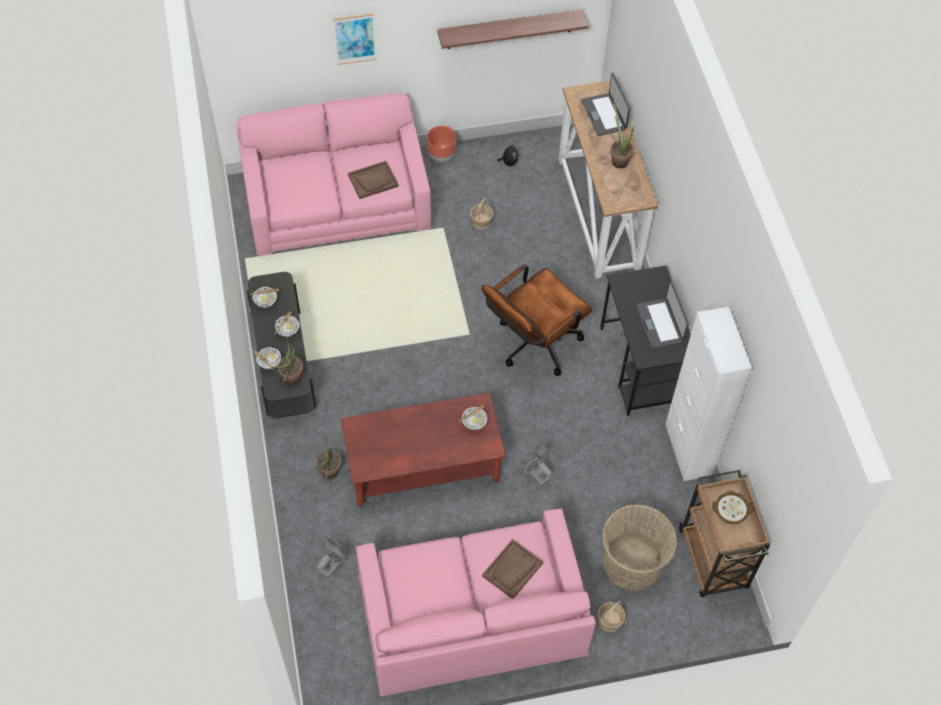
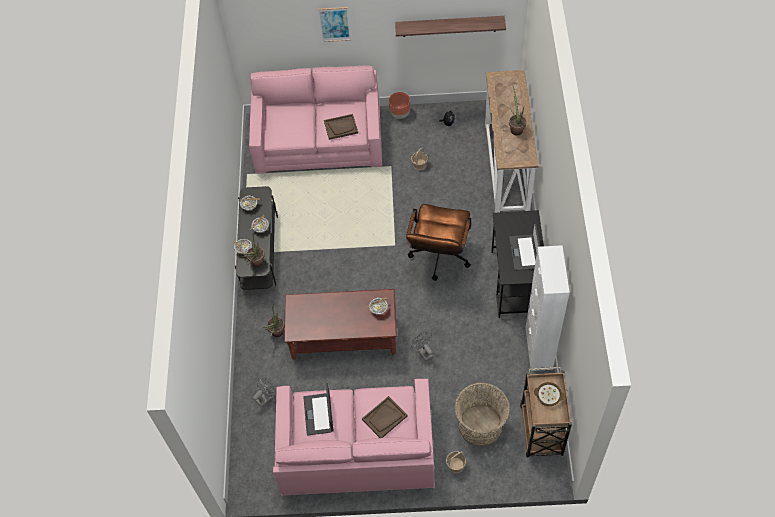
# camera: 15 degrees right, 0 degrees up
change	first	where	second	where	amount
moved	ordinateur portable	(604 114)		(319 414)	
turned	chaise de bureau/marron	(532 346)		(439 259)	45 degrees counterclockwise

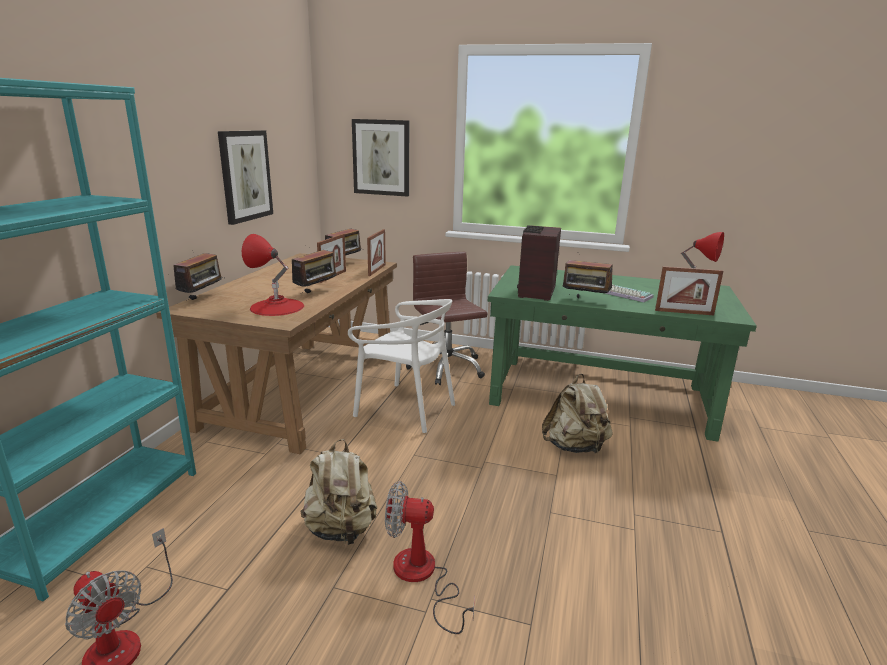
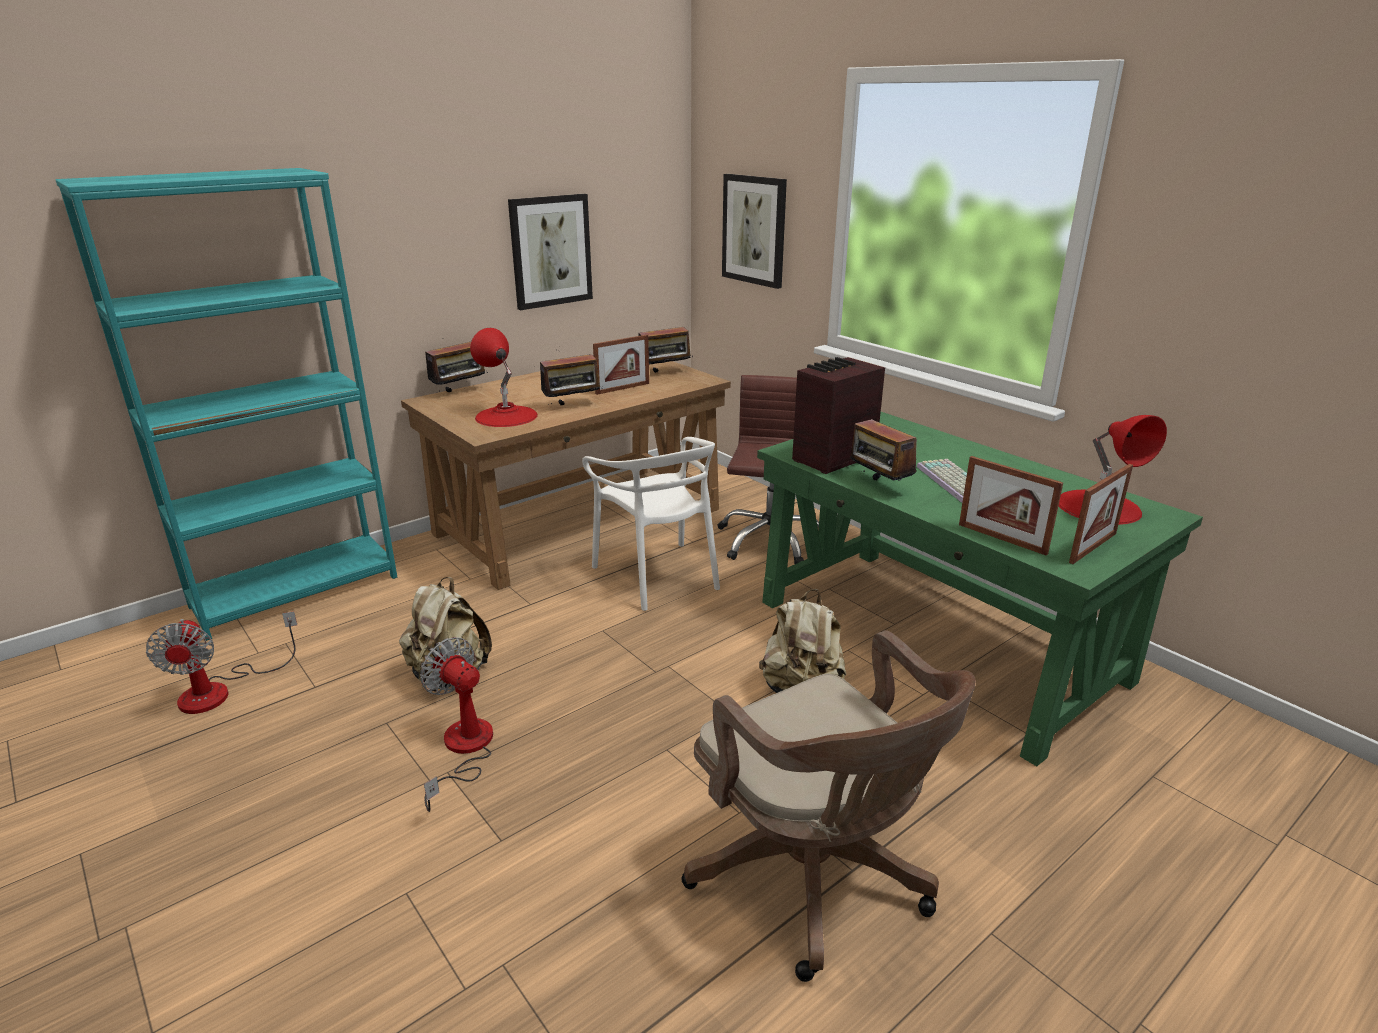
# camera: 35 degrees right, 5 degrees up
change	first	where	second	where	amount
added			chaise de bureau/marron	(815 878)	
moved	cadre photo	(377 270)		(1093 548)	

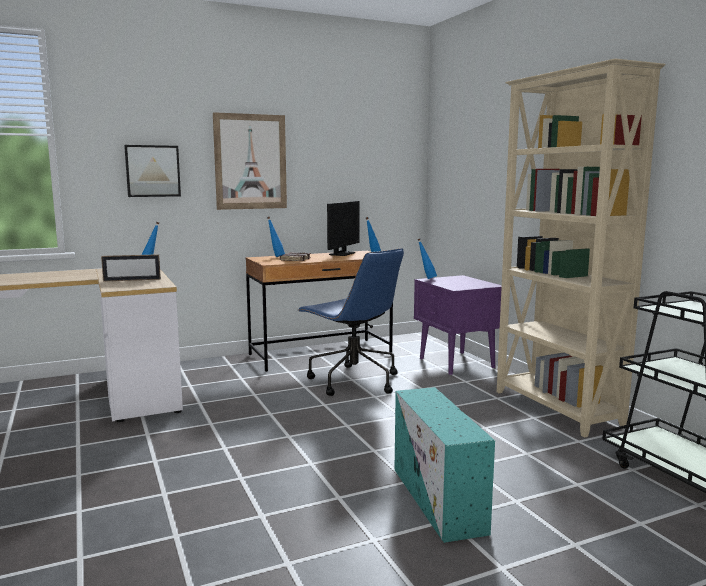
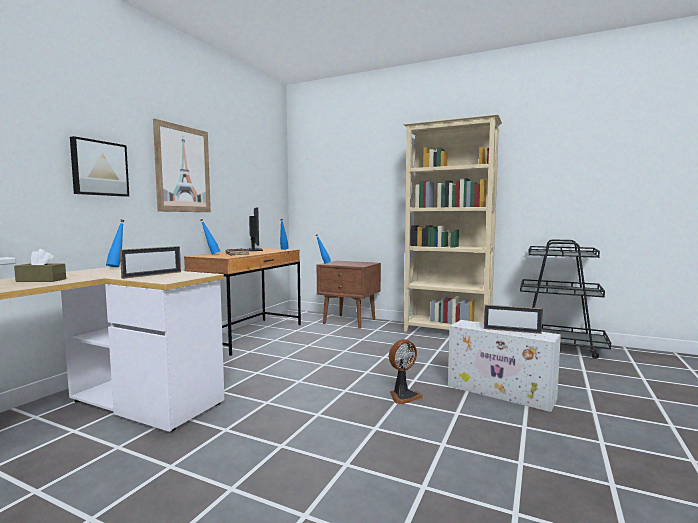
# camera: 40 degrees left, 5 degrees down
change	first	where	second	where	amount
removed	chaise de bureau/bleu	(352 381)			
added			boîte à mouchoirs/marron	(41 280)	
added			ventilateur	(403 396)	
added			cadre photo	(511 331)	
recoloured	boîte de rangement/turquoise	(438 500)	boîte de rangement/blanc	(502 393)	
recoloured	table de chevet/violet	(456 363)	table de chevet/marron	(350 321)	

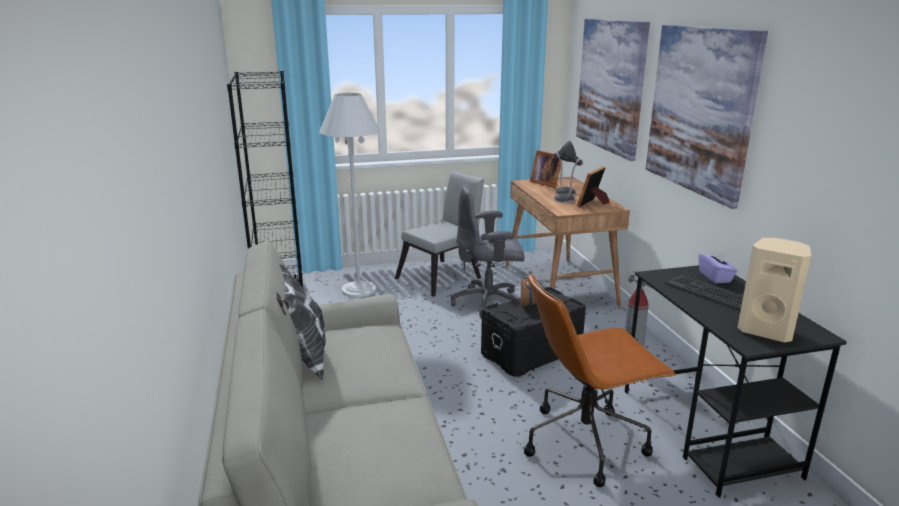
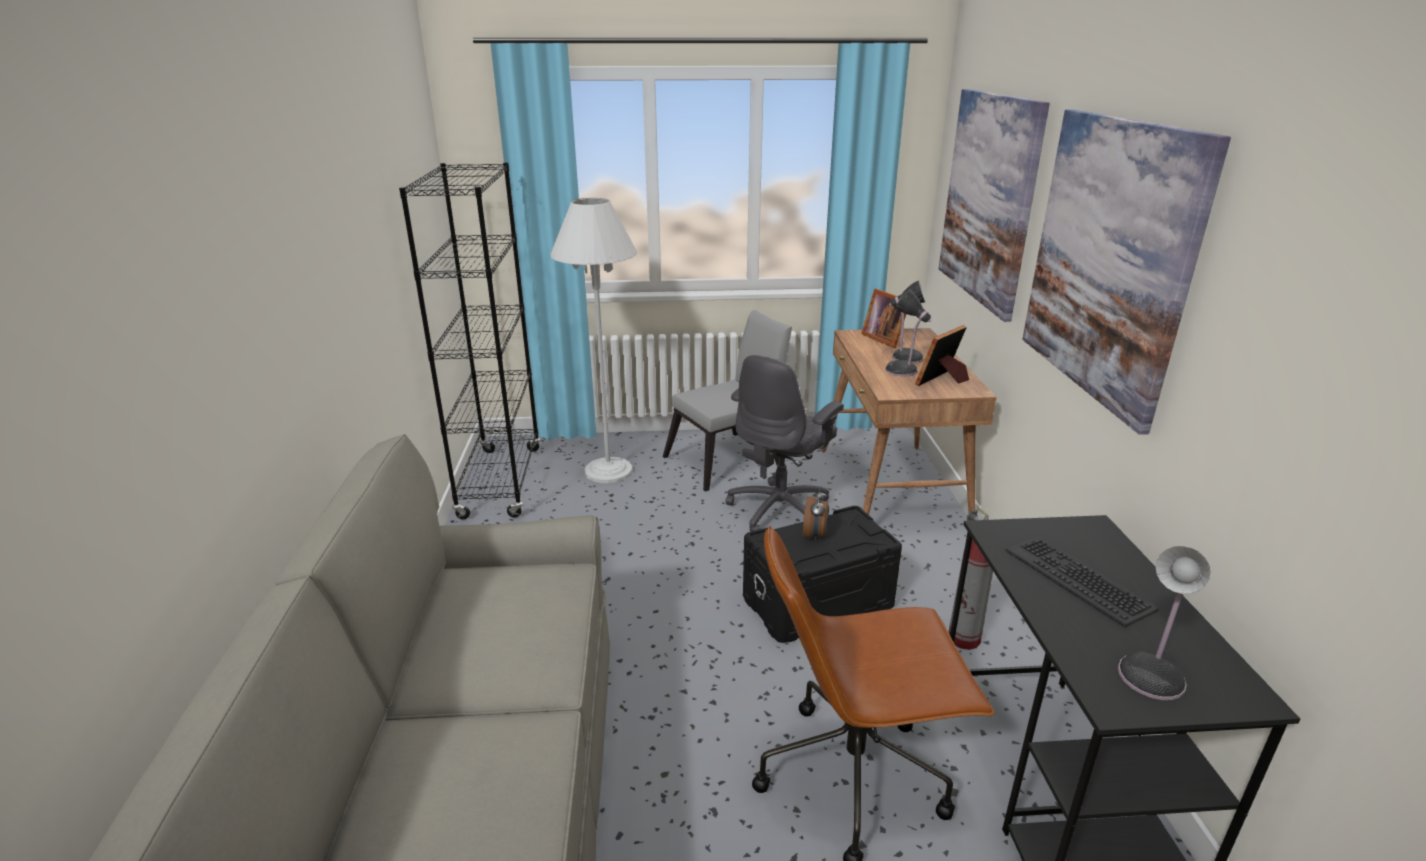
# camera: 10 degrees right, 5 degrees up
change	first	where	second	where	amount
removed	coussin	(303 360)			
removed	boîte à mouchoirs/violet	(715 277)			
replaced	enceinte/beige	(766 330)	lampe de table	(1153 675)	
turned	chaise de bureau/gris	(489 303)		(780 510)	60 degrees counterclockwise

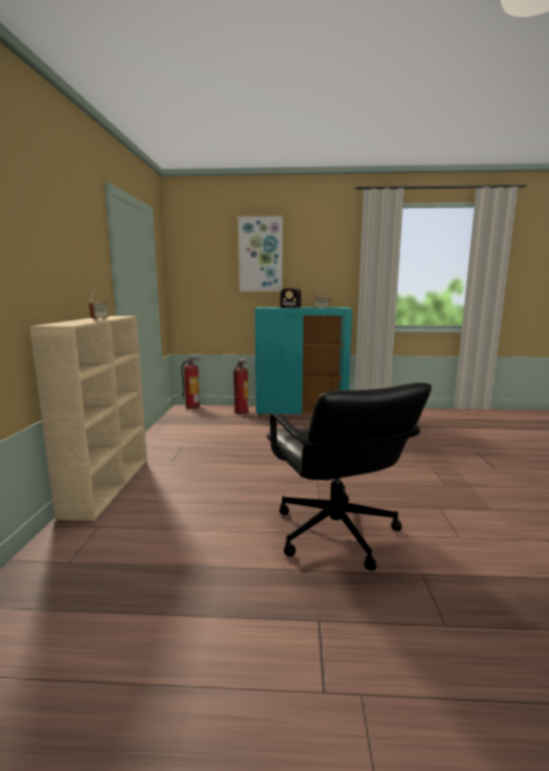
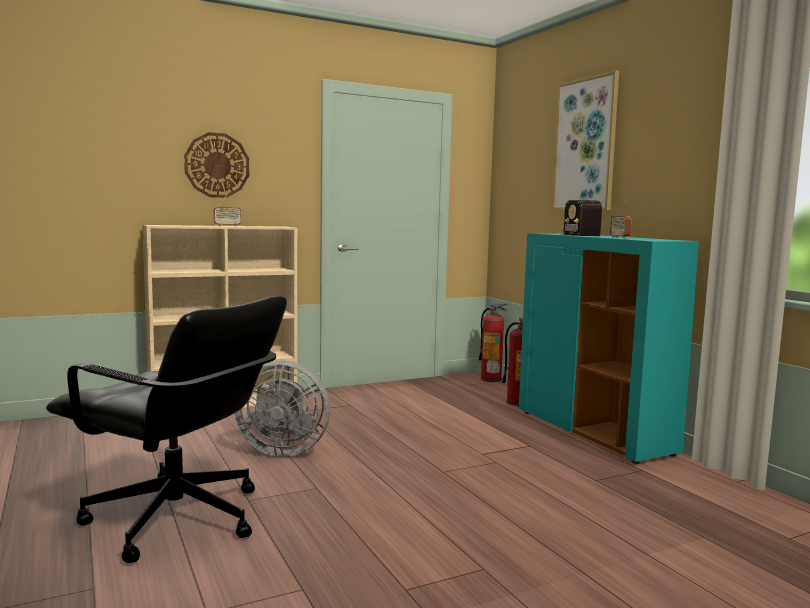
# camera: 60 degrees right, 5 degrees down
change	first	where	second	where	amount
added			horloge murale	(217 165)	
added			ventilateur/gris	(282 450)	
turned	chaise de bureau/noir	(335 533)		(176 520)	105 degrees counterclockwise

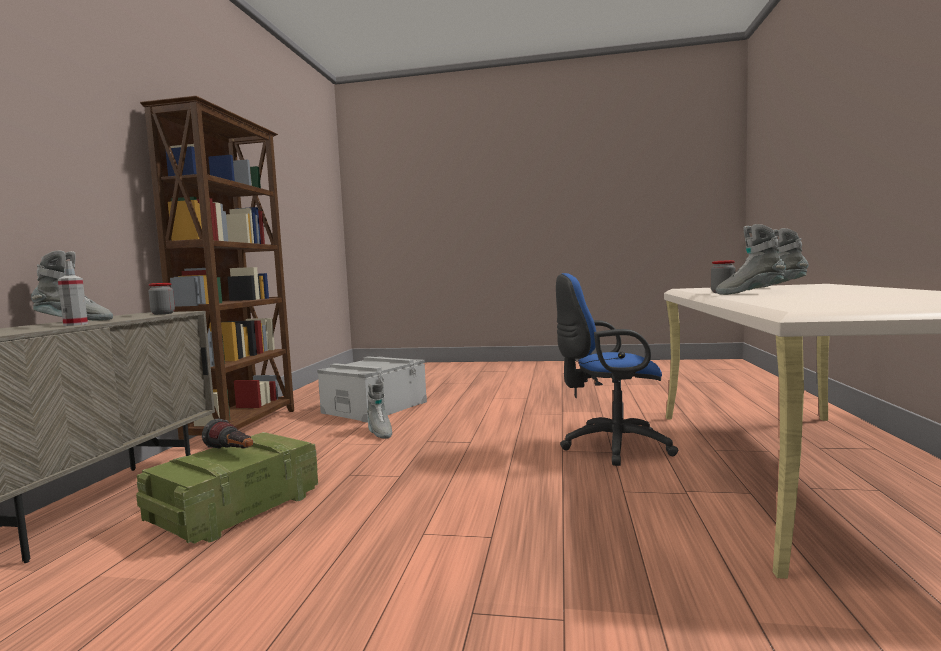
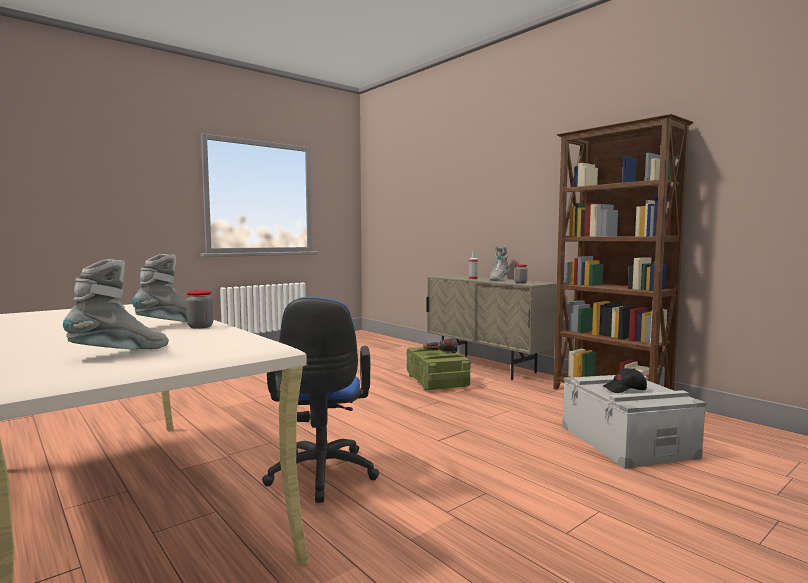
# camera: 130 degrees right, 0 degrees up
change	first	where	second	where	amount
removed	botte/gris	(379 432)			
added			casquette/noir	(624 389)	
turned	chaise de bureau/bleu	(610 446)		(321 477)	135 degrees clockwise

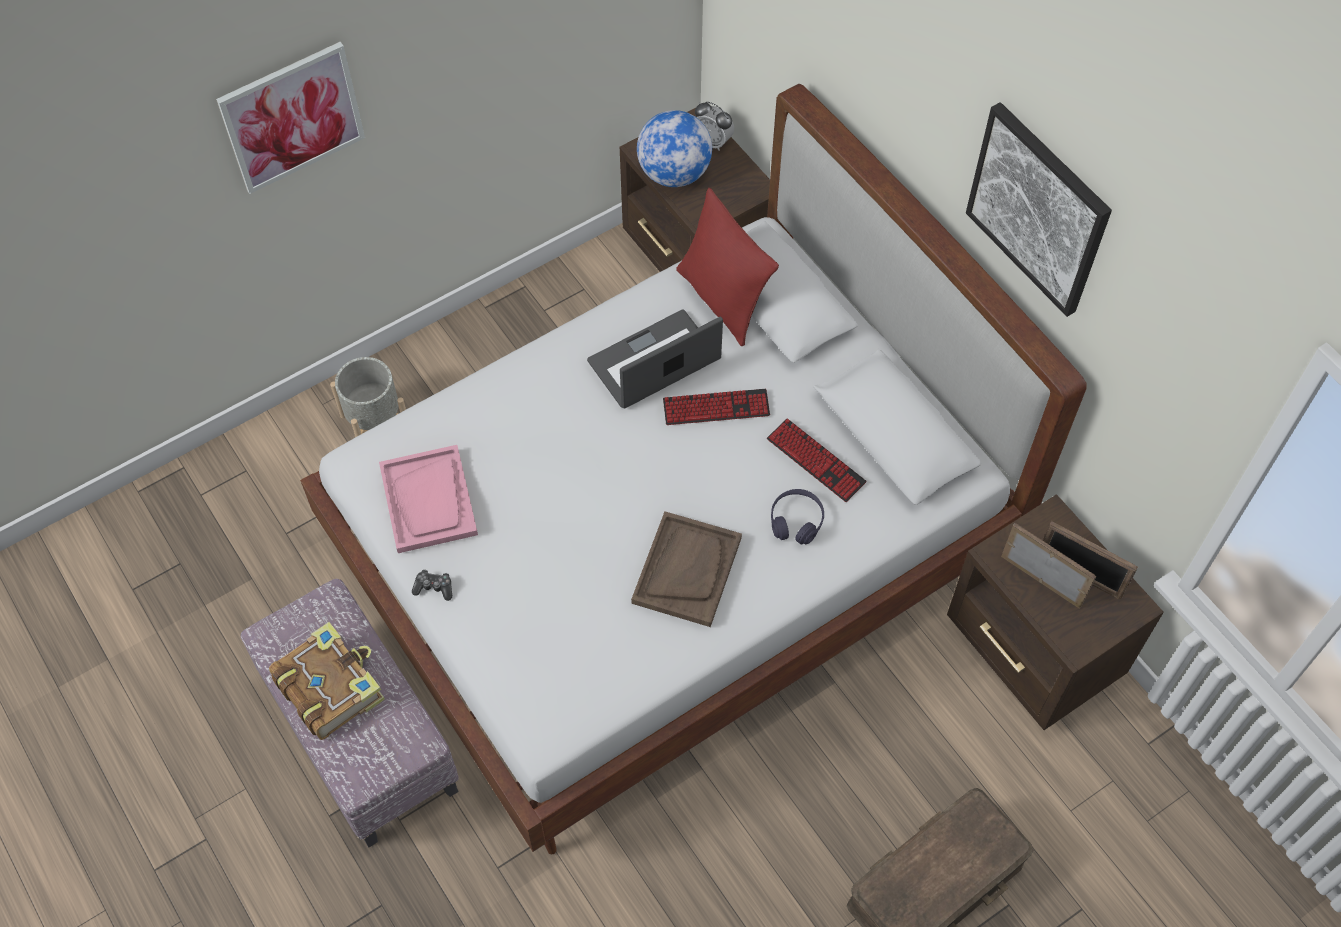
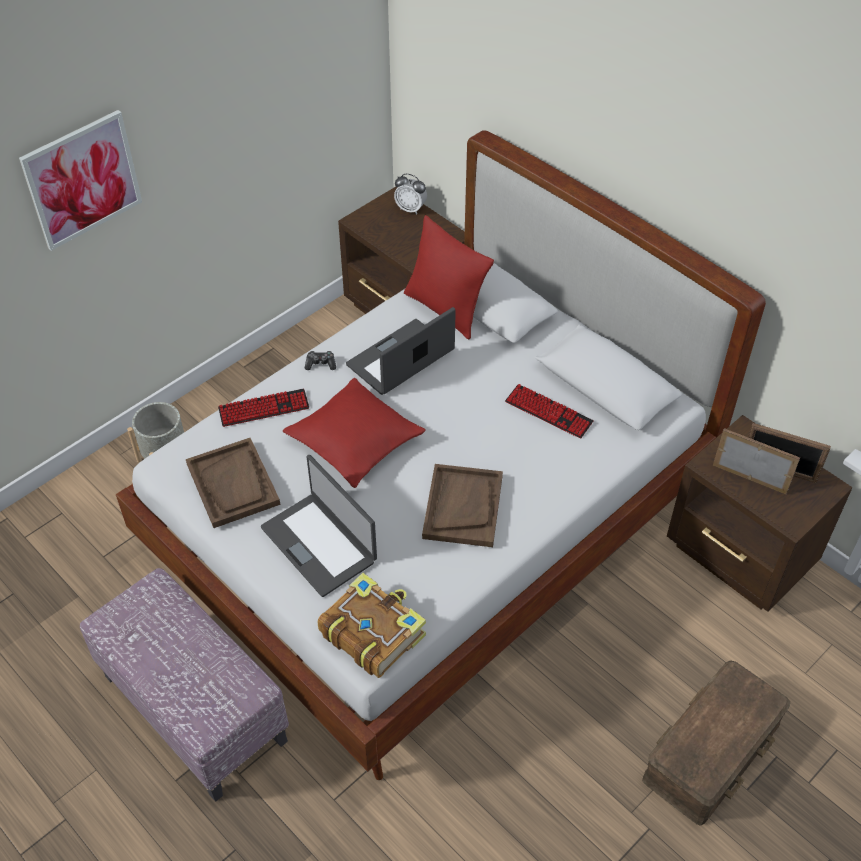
# camera: 10 degrees left, 10 degrees down
change	first	where	second	where	amount
removed	globe	(674 173)			
removed	casque audio/violet	(796 521)			
removed	tableau	(1038 209)			
added			ordinateur portable	(320 543)	
added			coussin/rouge	(355 441)	
moved	livre	(329 686)		(372 632)	
moved	manette	(434 587)		(320 364)	
moved	clavier	(716 408)		(264 409)	
recoloured	plateau/rose	(429 501)	plateau/marron	(233 484)	

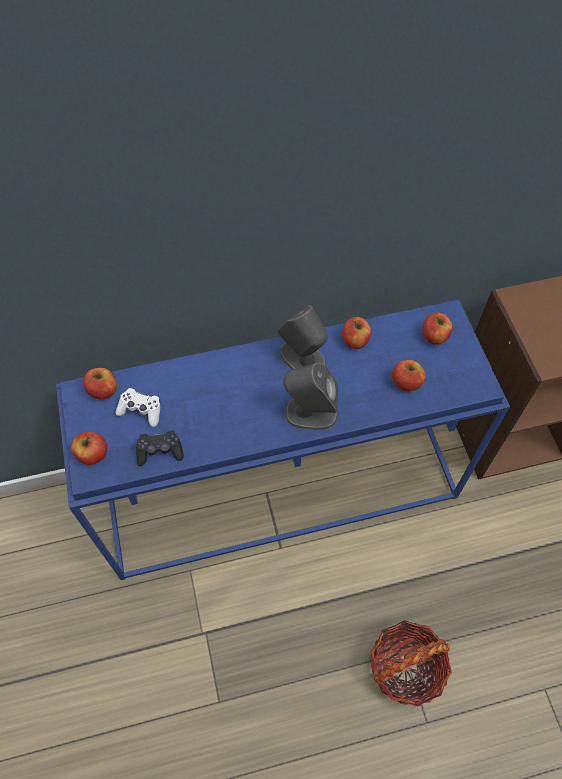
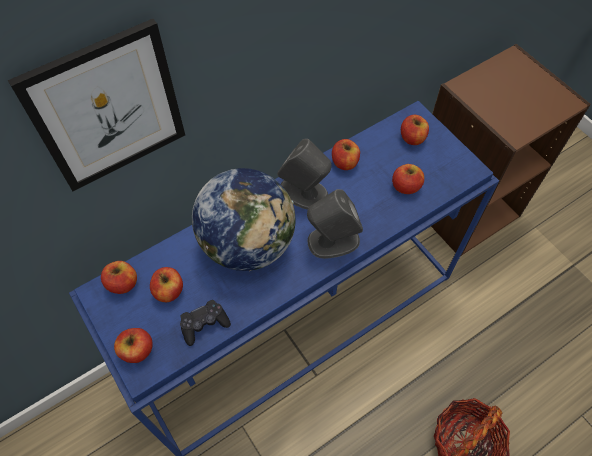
# camera: 20 degrees left, 0 degrees up
change	first	where	second	where	amount
added			tableau	(107 109)	
added			globe	(248 243)	
replaced	manette/blanc	(141 410)	pomme	(169 291)	

